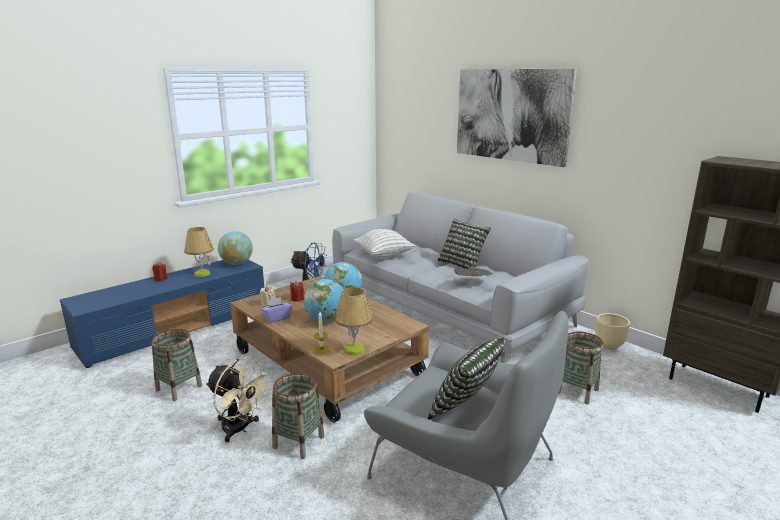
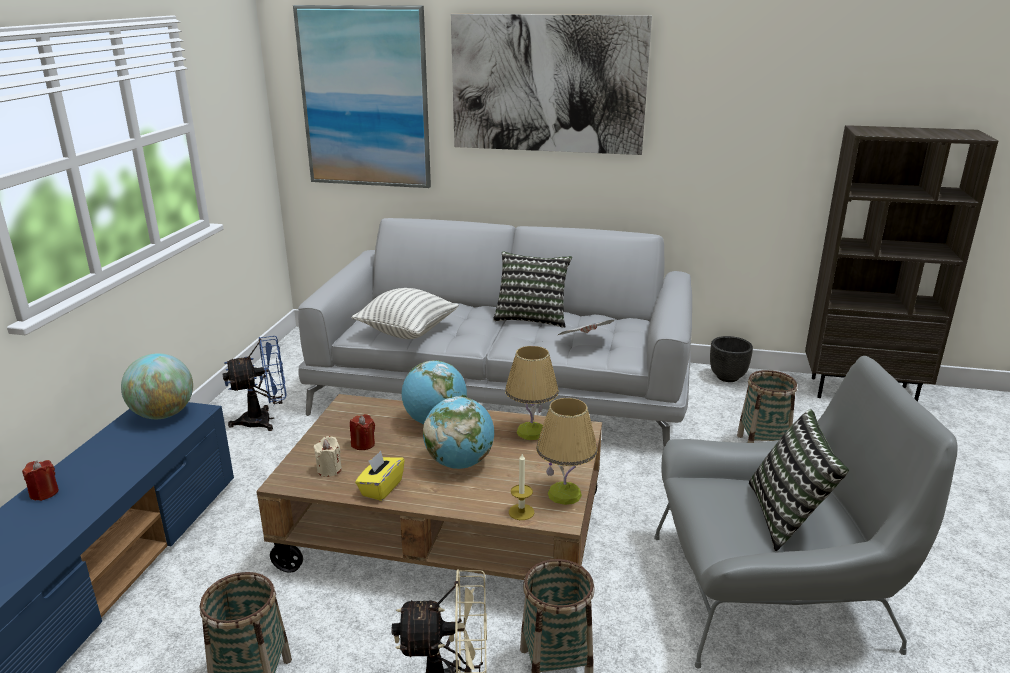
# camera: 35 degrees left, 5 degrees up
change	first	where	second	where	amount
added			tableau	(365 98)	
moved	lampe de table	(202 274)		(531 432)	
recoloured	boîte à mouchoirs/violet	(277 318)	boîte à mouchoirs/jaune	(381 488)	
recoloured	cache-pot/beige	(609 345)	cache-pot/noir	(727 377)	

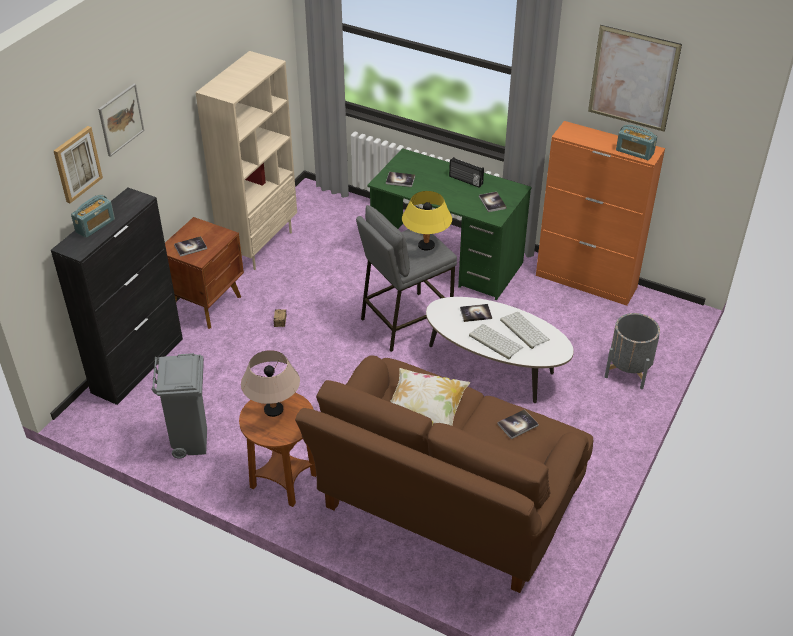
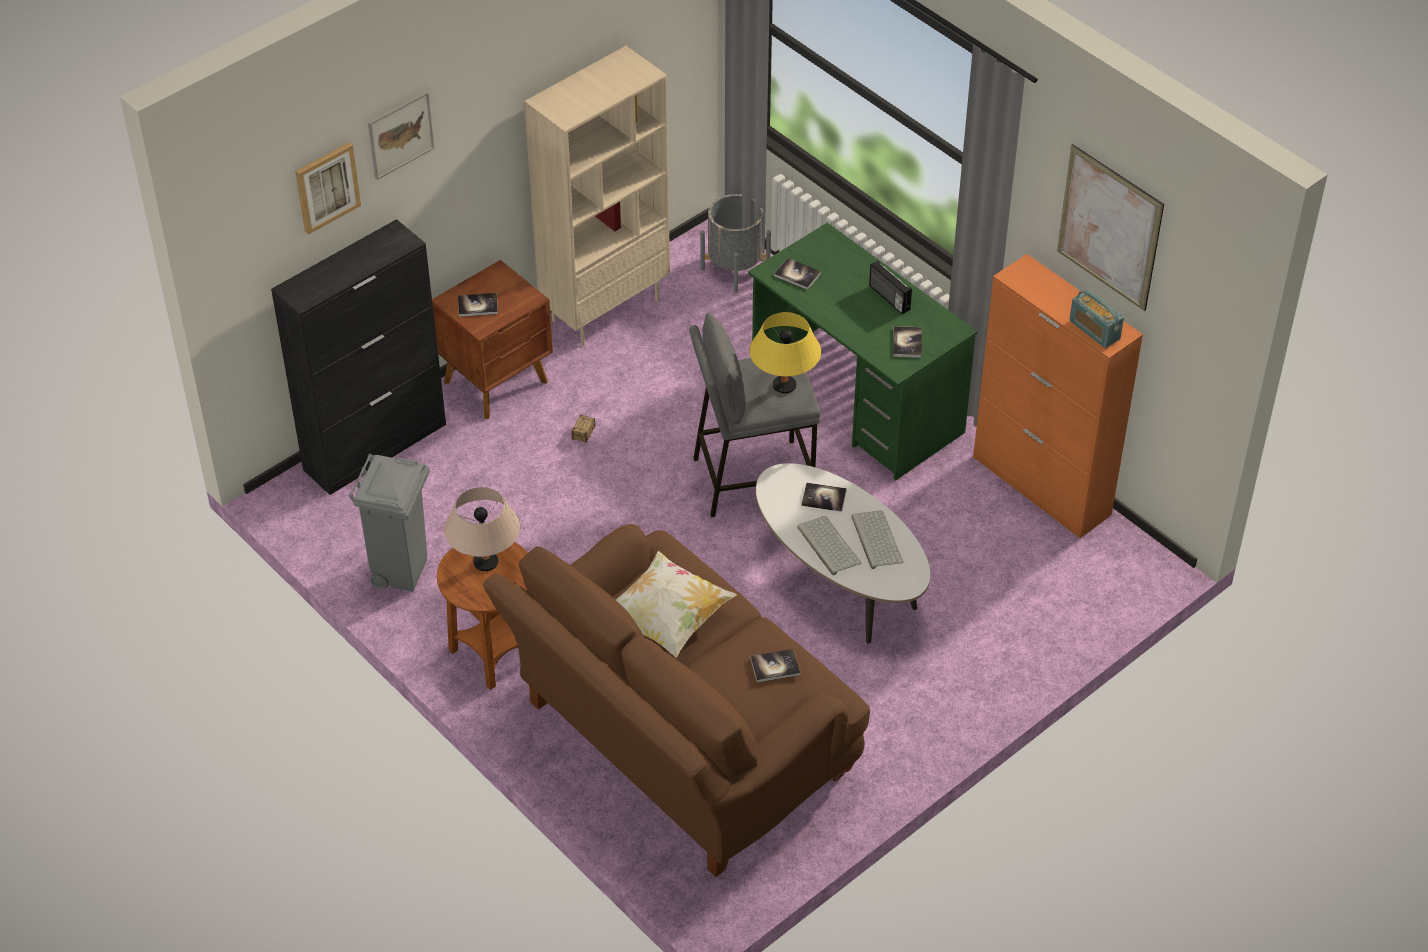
# camera: 20 degrees right, 5 degrees up
change	first	where	second	where	amount
removed	radio	(95 226)			
moved	cache-pot/gris	(628 370)		(735 269)	

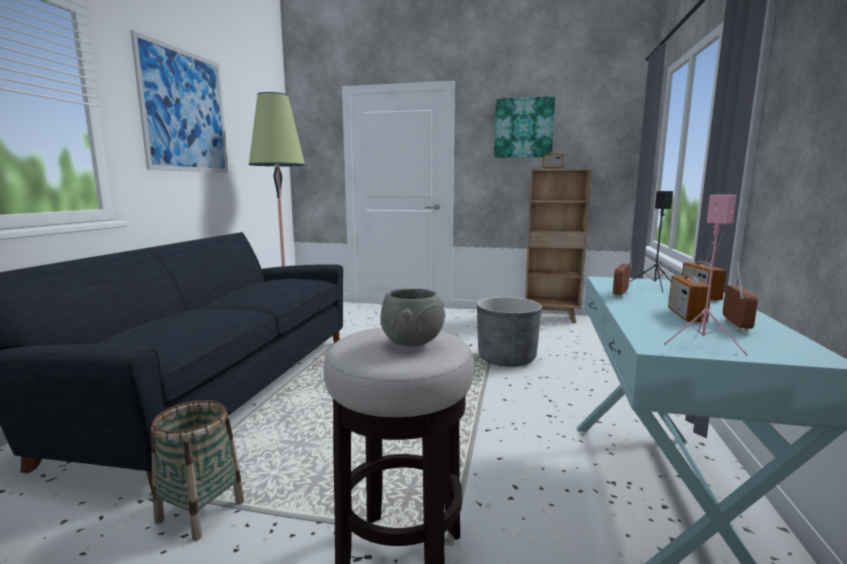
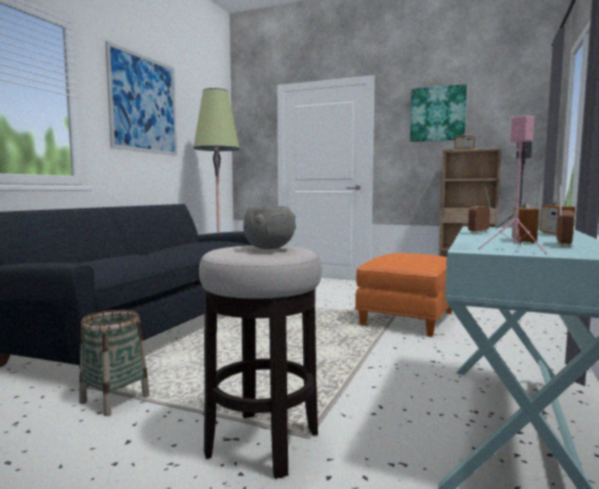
# camera: 10 degrees right, 5 degrees down
change	first	where	second	where	amount
replaced	cache-pot/gris	(506 358)	pouf/orange	(408 319)	

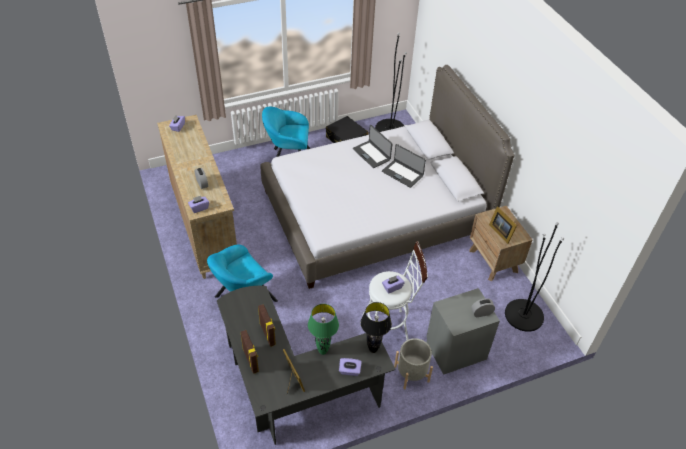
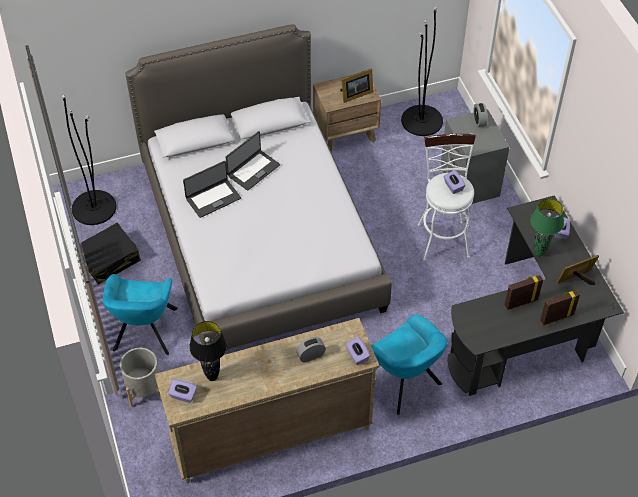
# camera: 85 degrees left, 5 degrees up
change	first	where	second	where	amount
moved	lampe de table/noir	(373 350)		(212 377)	
moved	cache-pot/gris	(411 374)		(144 389)	

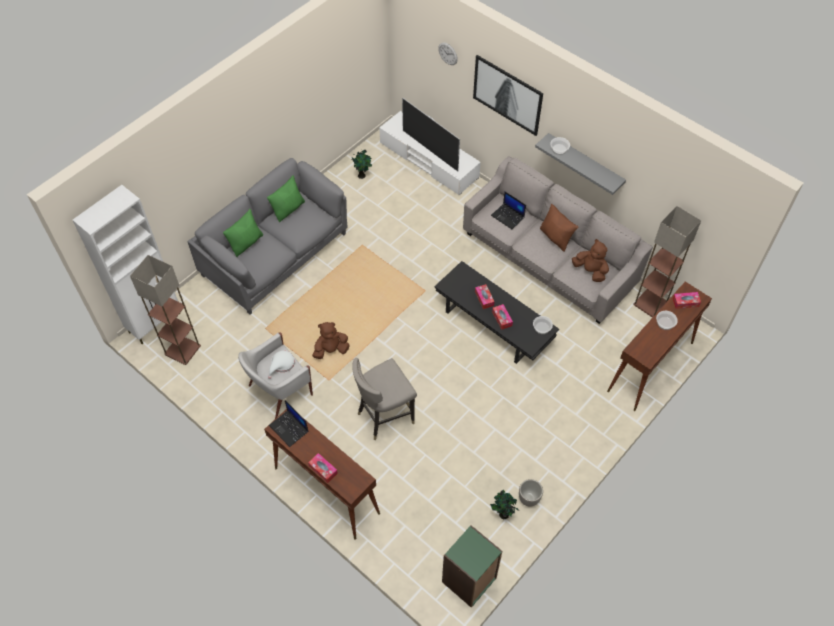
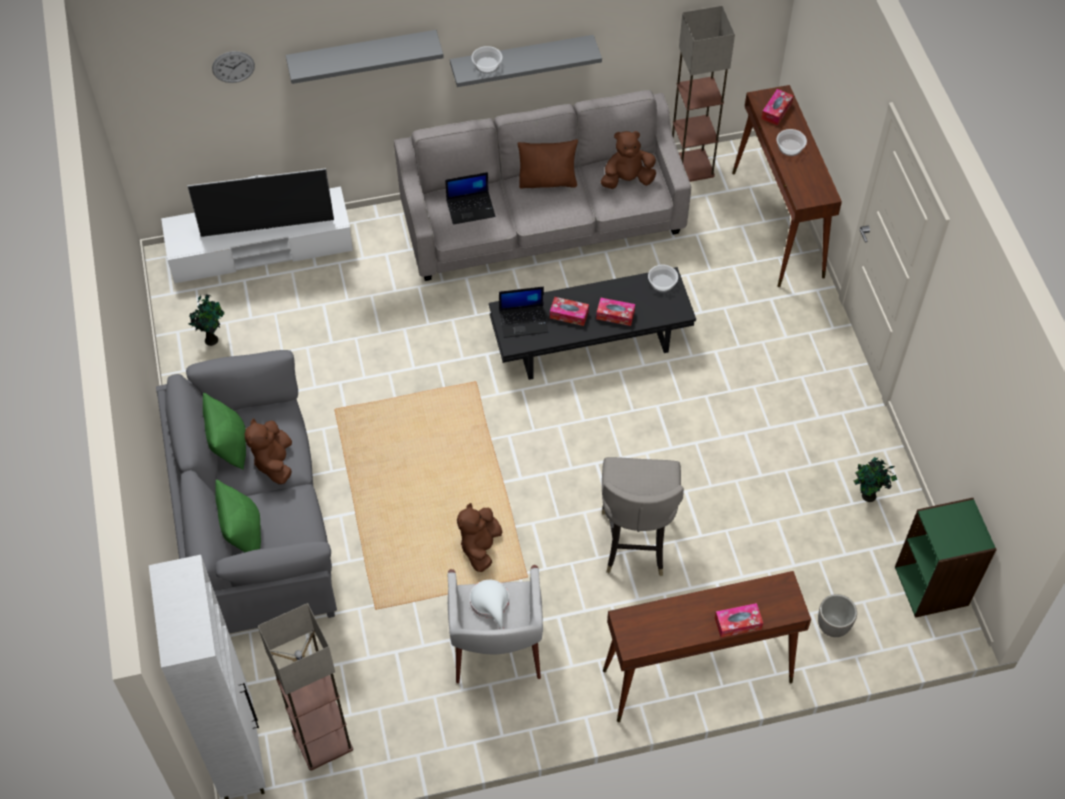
# camera: 55 degrees left, 0 degrees up
change	first	where	second	where	amount
added			peluche/marron	(274 462)	
moved	ordinateur portable	(289 428)		(524 321)	
moved	cache-pot	(528 499)		(832 627)	
replaced	tableau	(507 95)	étagère/gris	(362 54)	

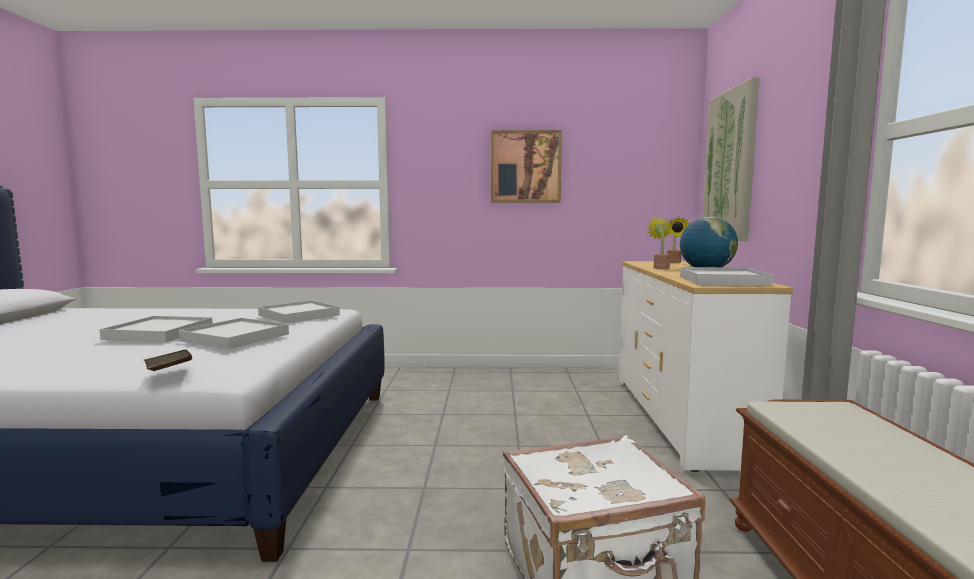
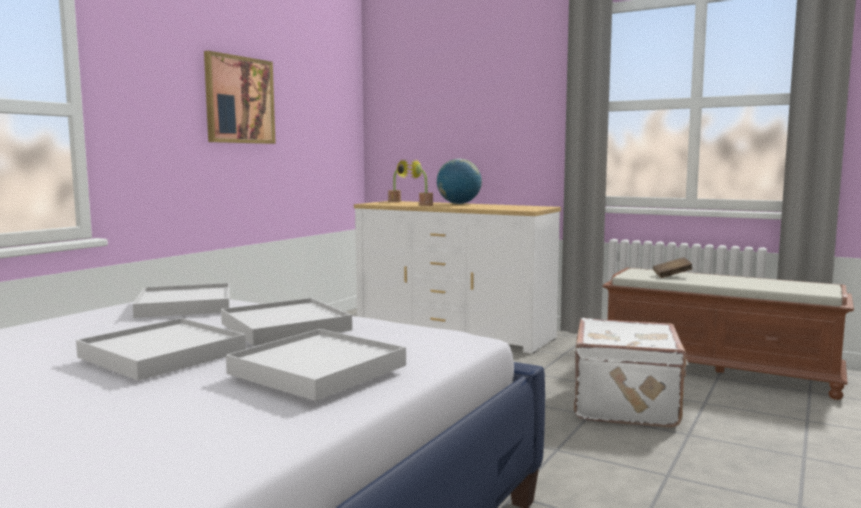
# camera: 60 degrees left, 0 degrees up
change	first	where	second	where	amount
removed	tableau	(730 165)			
moved	livre/marron	(170 374)		(672 276)	
moved	plateau/blanc	(723 281)		(318 370)	

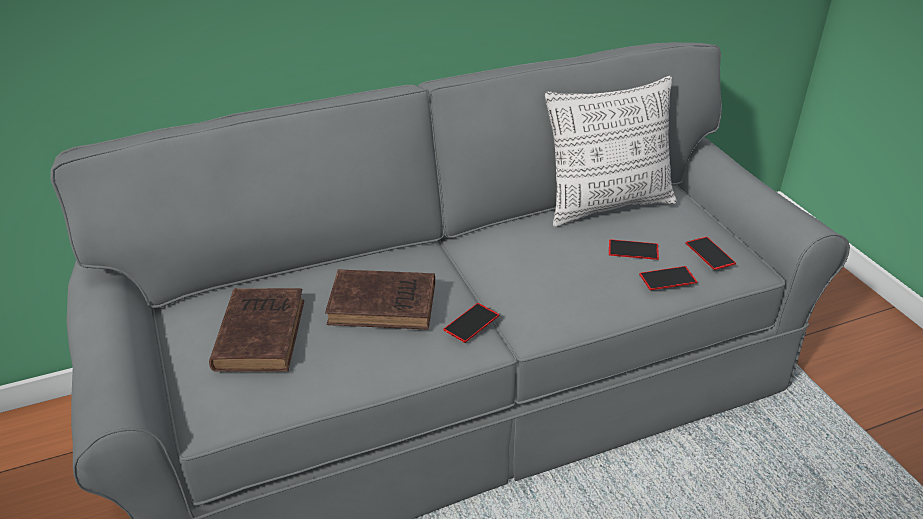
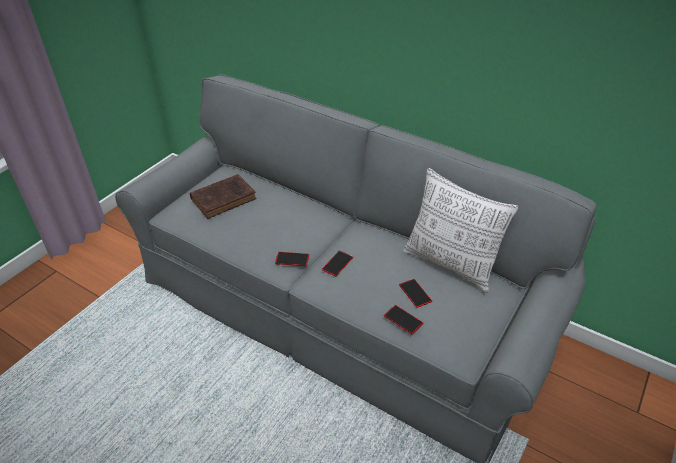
# camera: 55 degrees right, 5 degrees up
change	first	where	second	where	amount
removed	livre/marron	(385 304)			
moved	téléphone	(710 253)		(337 263)	

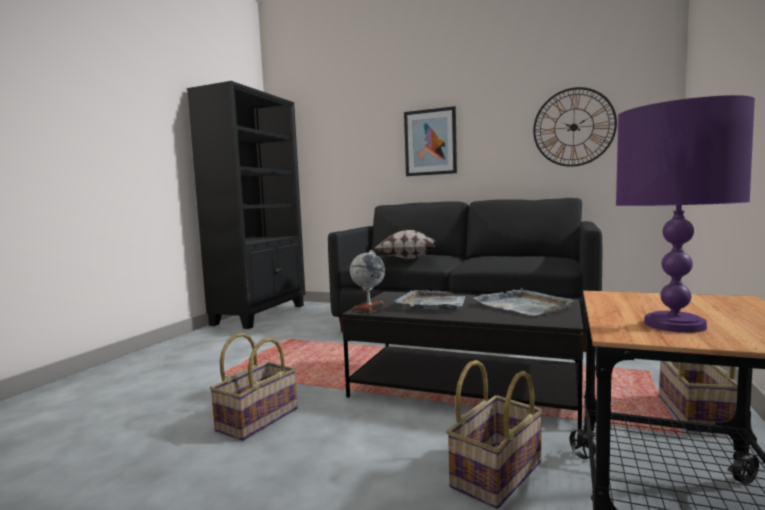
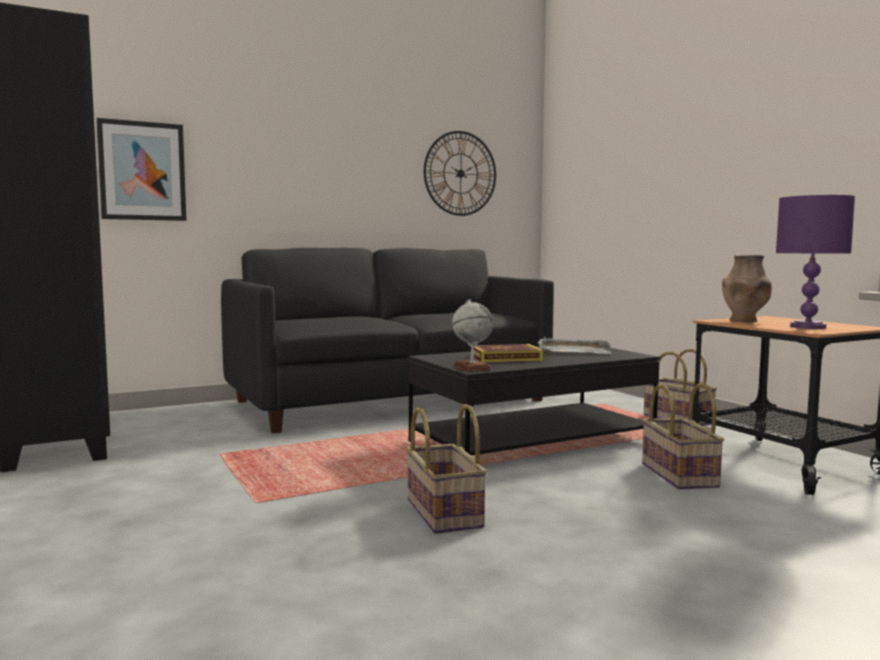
# camera: 50 degrees left, 0 degrees up
change	first	where	second	where	amount
removed	coussin	(406 258)			
added			vase/marron	(744 321)	
moved	tableau	(430 142)		(142 171)	
replaced	plateau/gris	(432 304)	livre	(506 358)	

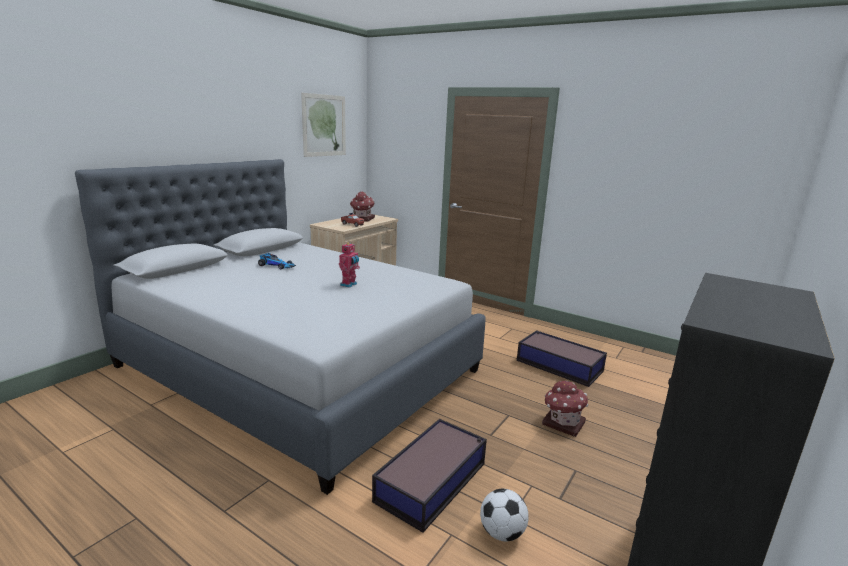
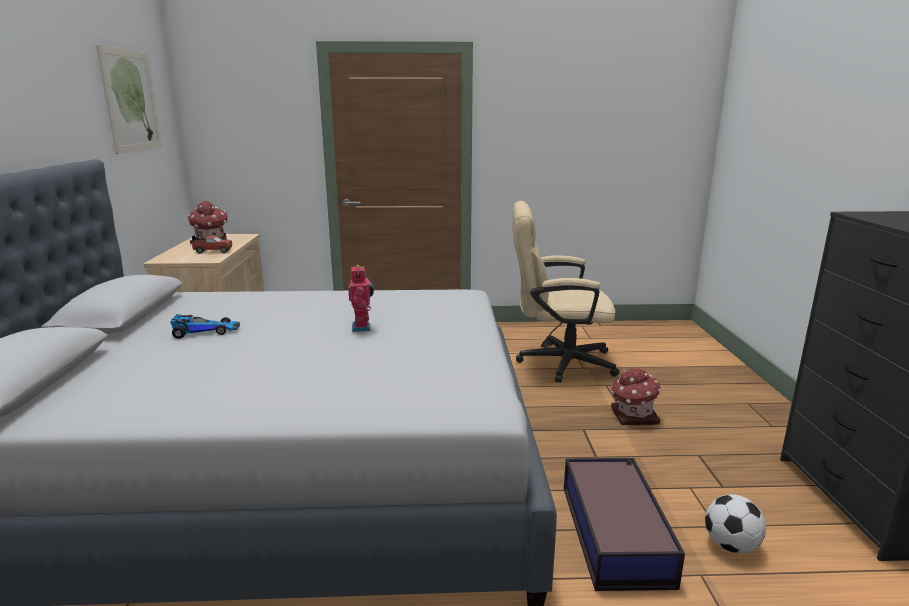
# camera: 35 degrees left, 0 degrees up
change	first	where	second	where	amount
replaced	boîte de rangement	(558 365)	chaise de bureau/beige	(557 362)	

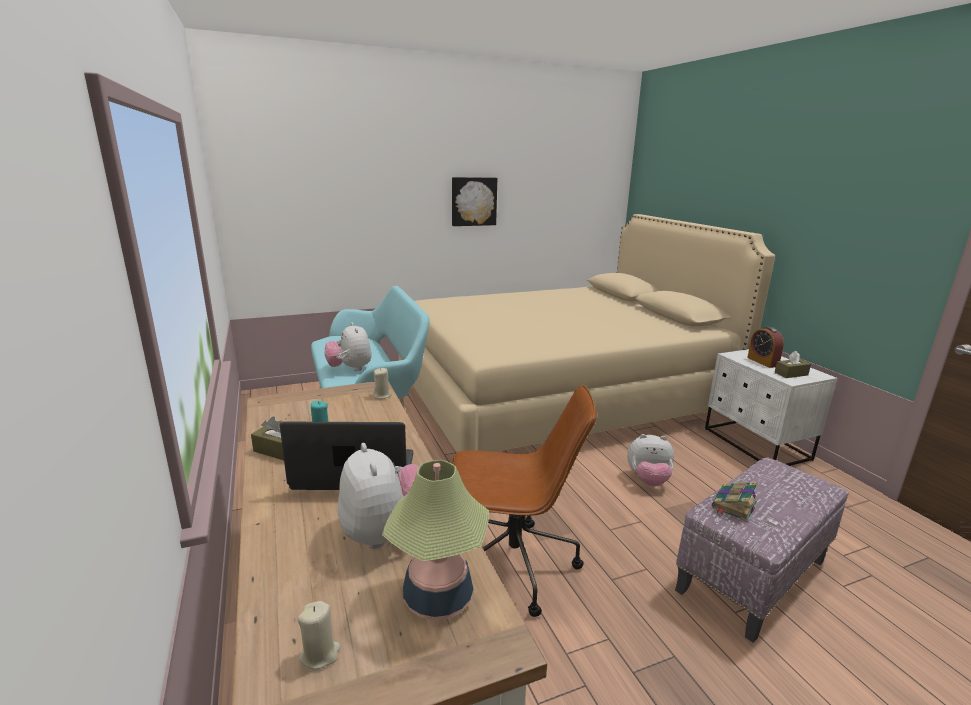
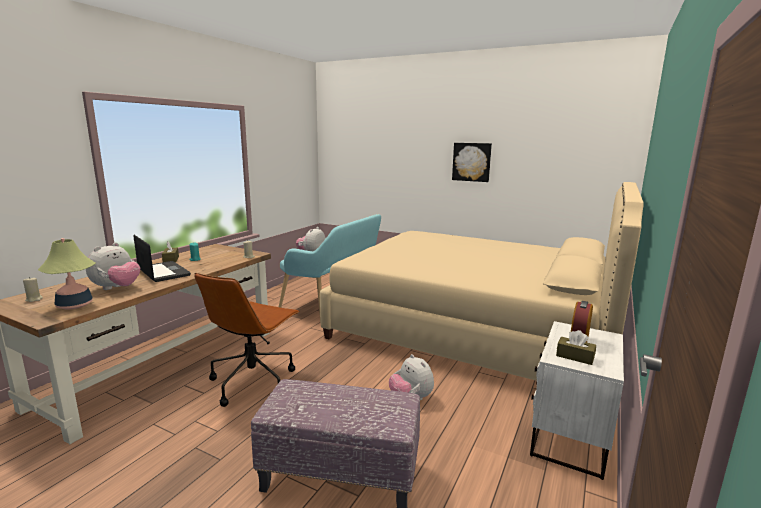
# camera: 50 degrees right, 5 degrees down
change	first	where	second	where	amount
removed	livre	(733 505)			
turned	chaise de bureau/marron	(511 566)		(253 381)	60 degrees clockwise

